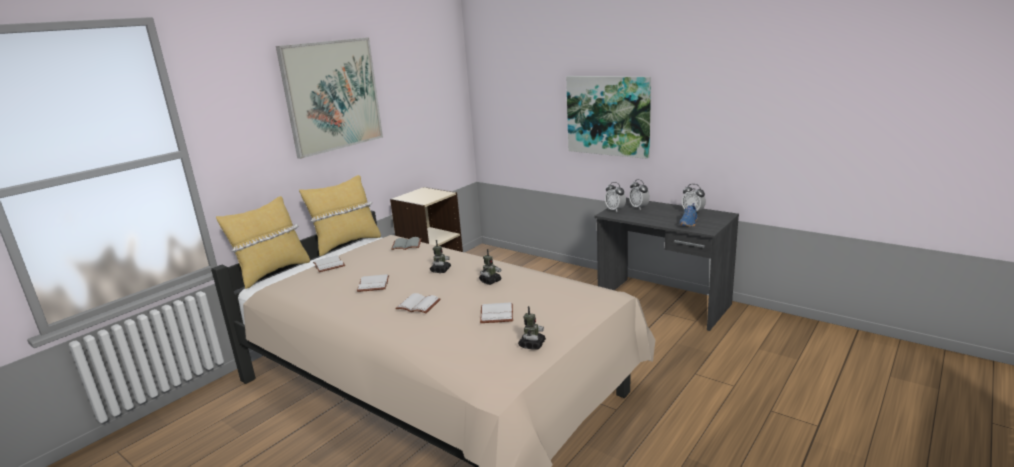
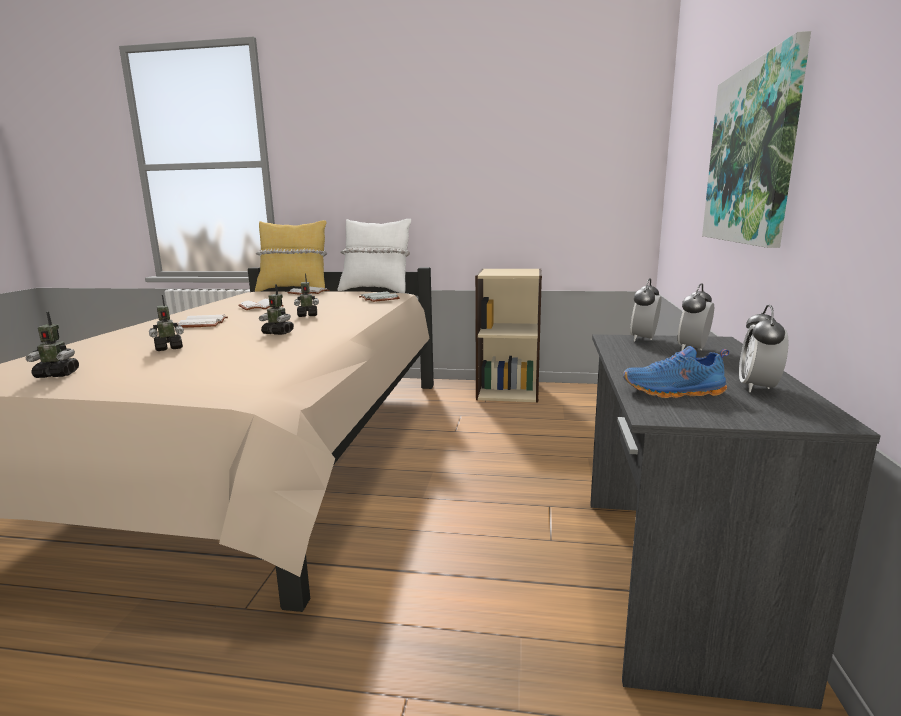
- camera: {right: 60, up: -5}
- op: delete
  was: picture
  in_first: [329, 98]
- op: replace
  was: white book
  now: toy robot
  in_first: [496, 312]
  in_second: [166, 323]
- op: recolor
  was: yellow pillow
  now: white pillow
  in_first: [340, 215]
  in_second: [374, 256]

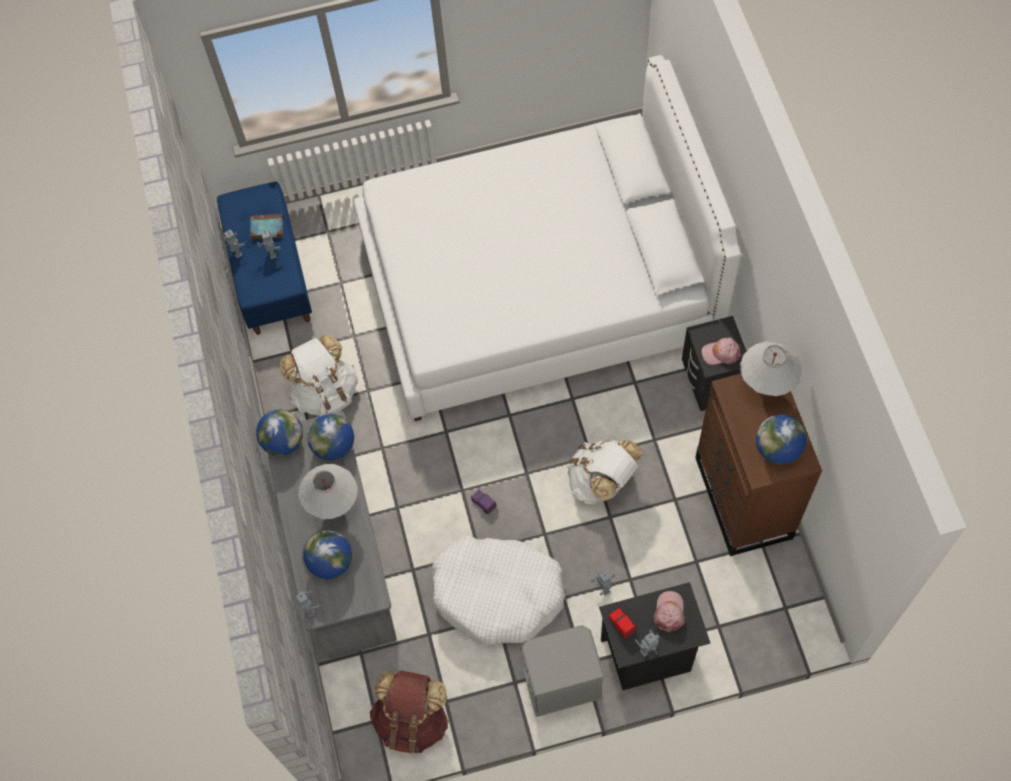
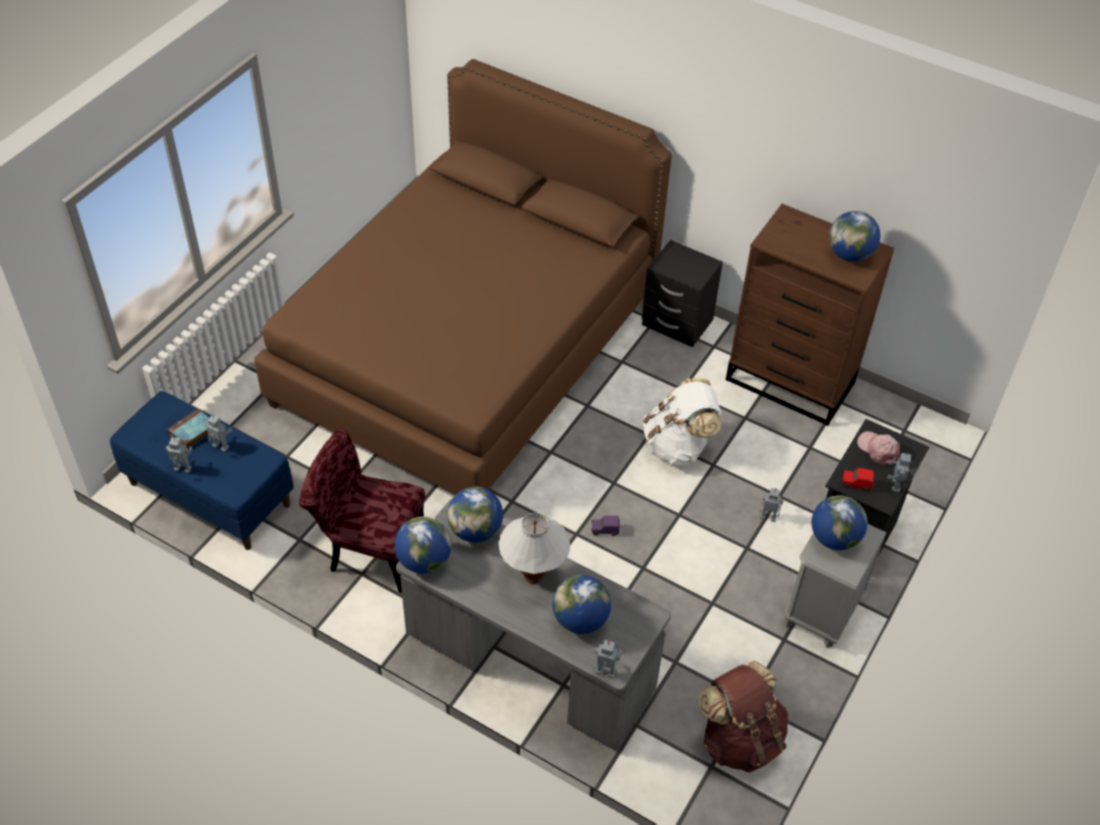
- camera: {right: -50, up: -15}
- op: delete
  was: white dog bed
  in_first: [498, 590]
- op: delete
  was: pink cap
  in_first: [721, 351]
- op: delete
  was: white table lamp
  in_first: [771, 369]
- op: insert
  now: globe
  in_second: [839, 522]
- op: replace
  was: white backpack
  now: red chair
  in_first: [319, 375]
  in_second: [362, 510]
- op: recolor
  was: white bed
  now: brown bed
  in_first: [547, 238]
  in_second: [463, 277]

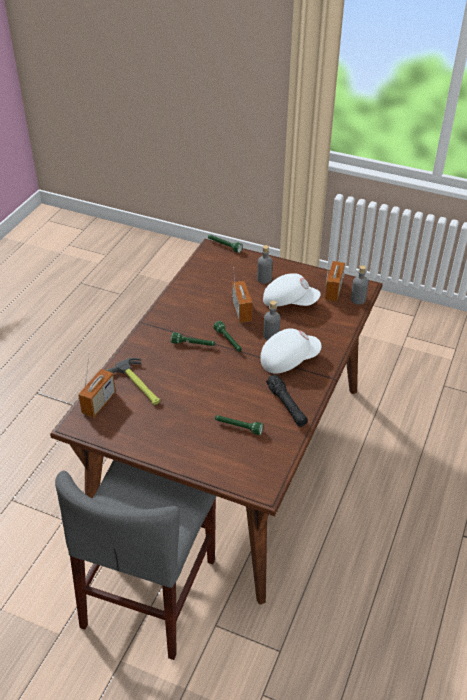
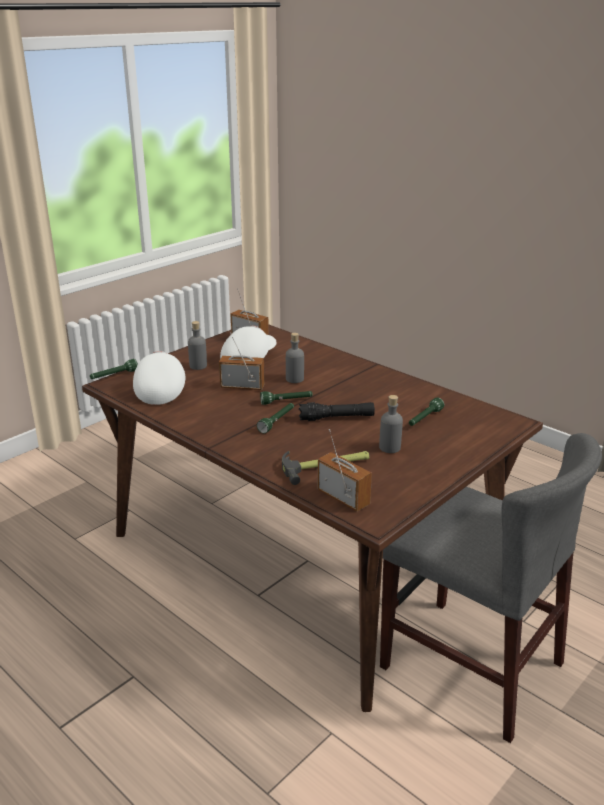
- camera: {right: -70, up: -15}
- op: move
  was: white cap
  in_first: [290, 351]
  in_second: [159, 378]
- op: move
  was: black flashlight
  in_first: [287, 400]
  in_second: [337, 411]
- op: move
  was: grey bottle
  in_first: [360, 285]
  in_second: [391, 424]

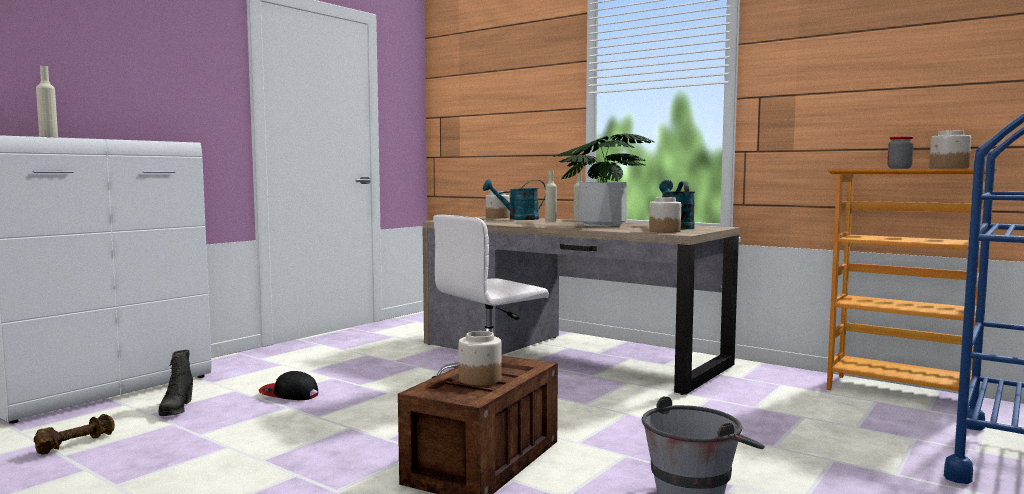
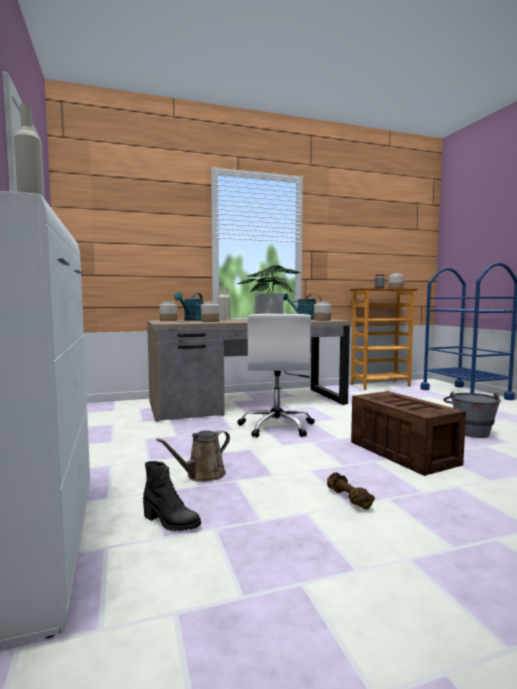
- camera: {right: -55, up: 0}
- op: move
  was: brown dumbbell
  in_first: [74, 434]
  in_second: [351, 491]
- op: move
  was: jar
  in_first: [480, 358]
  in_second: [210, 312]
- op: replace
  was: cap
  now: brown watering can
  in_first: [288, 385]
  in_second: [193, 456]

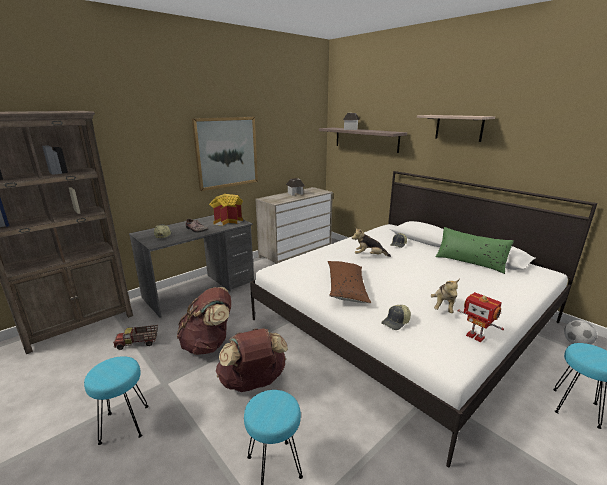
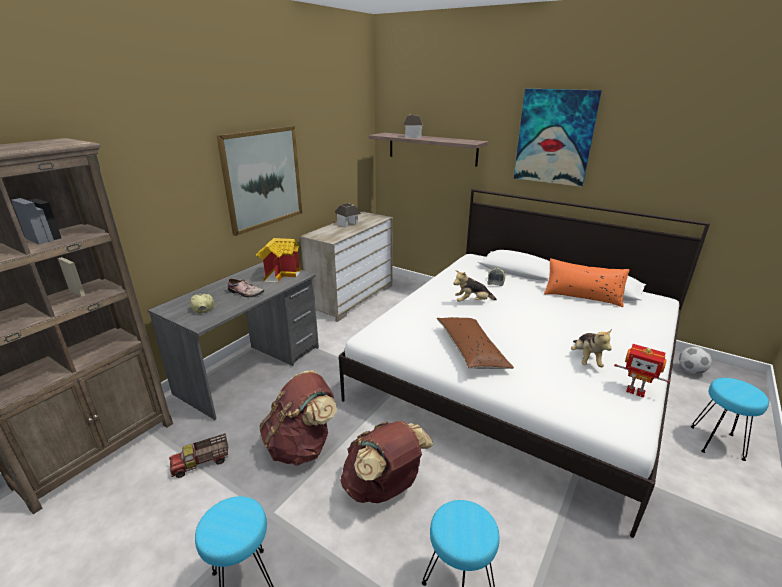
- camera: {right: -15, up: 5}
- op: delete
  was: cap
  in_first: [396, 317]
- op: replace
  was: shelf
  now: picture
  in_first: [456, 128]
  in_second: [558, 138]
- op: recolor
  was: green pillow
  now: orange pillow
  in_first: [475, 250]
  in_second: [587, 282]

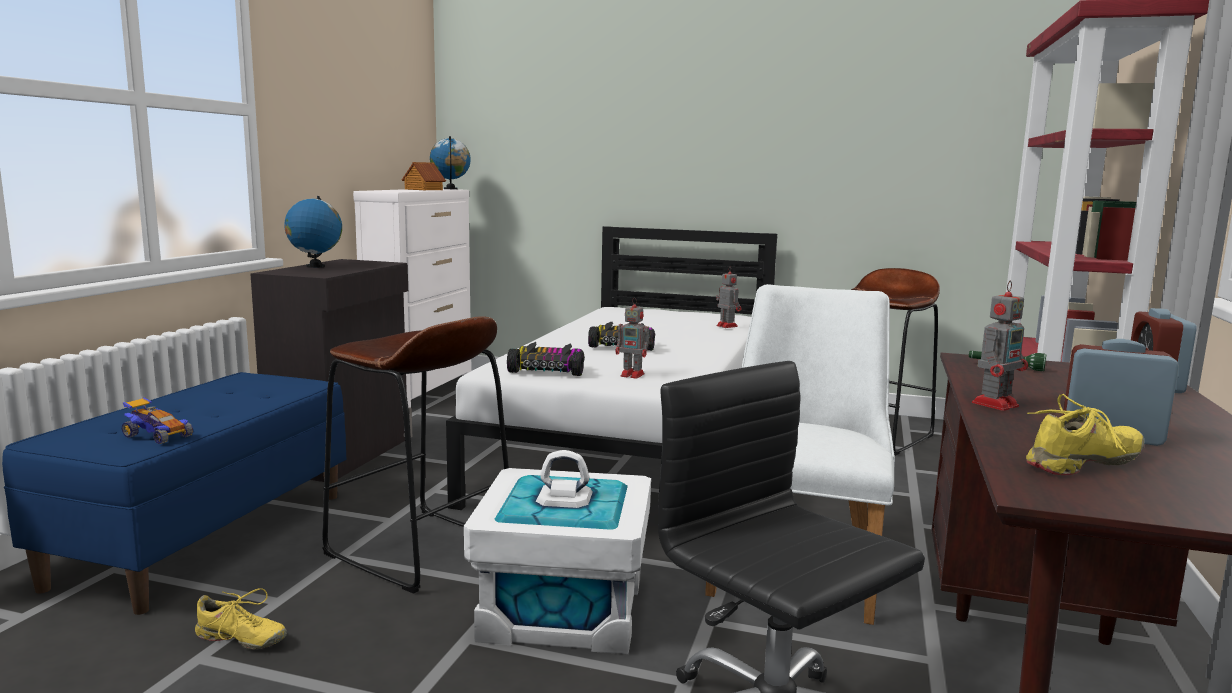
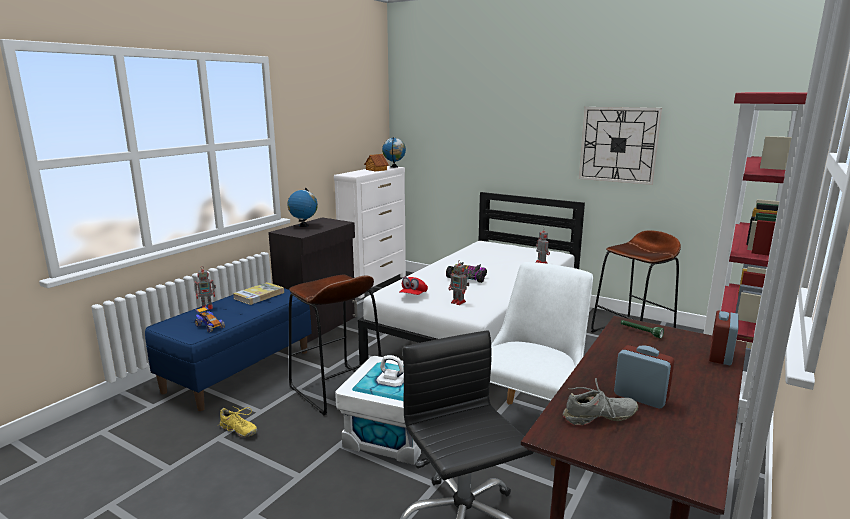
- camera: {right: 15, up: 5}
- op: insert
  now: book
  in_second: [258, 293]
- op: insert
  now: wall clock
  in_second: [620, 146]
- op: move
  was: toy robot
  in_first: [1000, 346]
  in_second: [205, 287]
- op: replace
  was: toy car
  now: red cap
  in_first: [546, 359]
  in_second: [413, 286]
- op: recolor
  was: yellow shoe
  now: grey shoe
  in_first: [1085, 435]
  in_second: [600, 401]

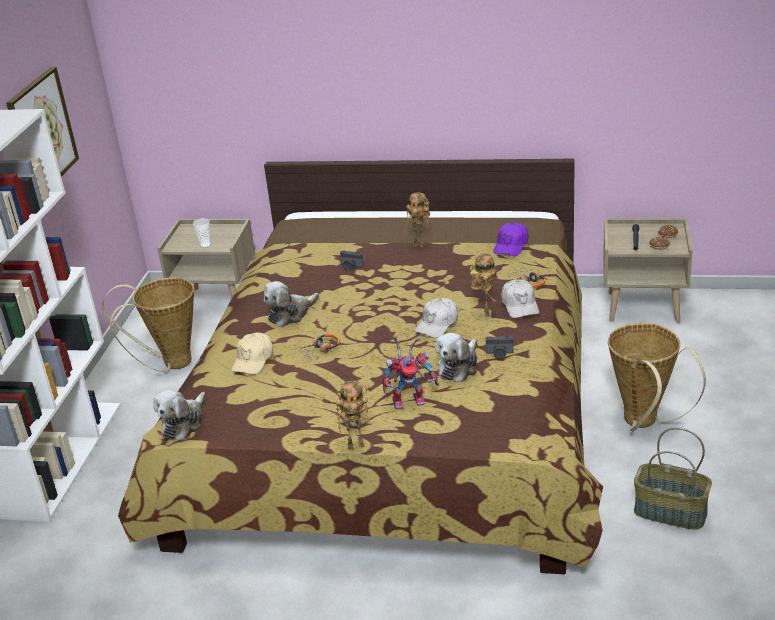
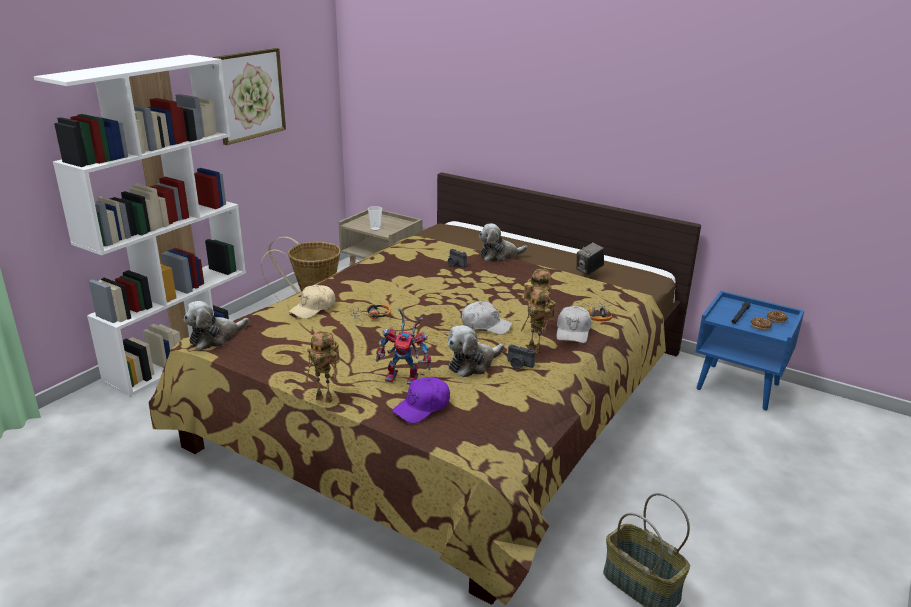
- camera: {right: 20, up: -5}
- op: delete
  was: basket
  in_first: [657, 377]
- op: insert
  now: photo camera
  in_second: [590, 258]
- op: move
  was: plush toy
  in_first: [291, 304]
  in_second: [503, 242]
- op: move
  was: toy robot
  in_first: [417, 220]
  in_second: [538, 321]
- op: move
  was: purple cap
  in_first: [510, 239]
  in_second: [421, 400]
- op: recolor
  was: beige nightstand
  now: blue nightstand
  in_first: [648, 270]
  in_second: [750, 350]
- op: rotate
  was: white cap
  in_first: [436, 318]
  in_second: [487, 318]
  clockwise: -135

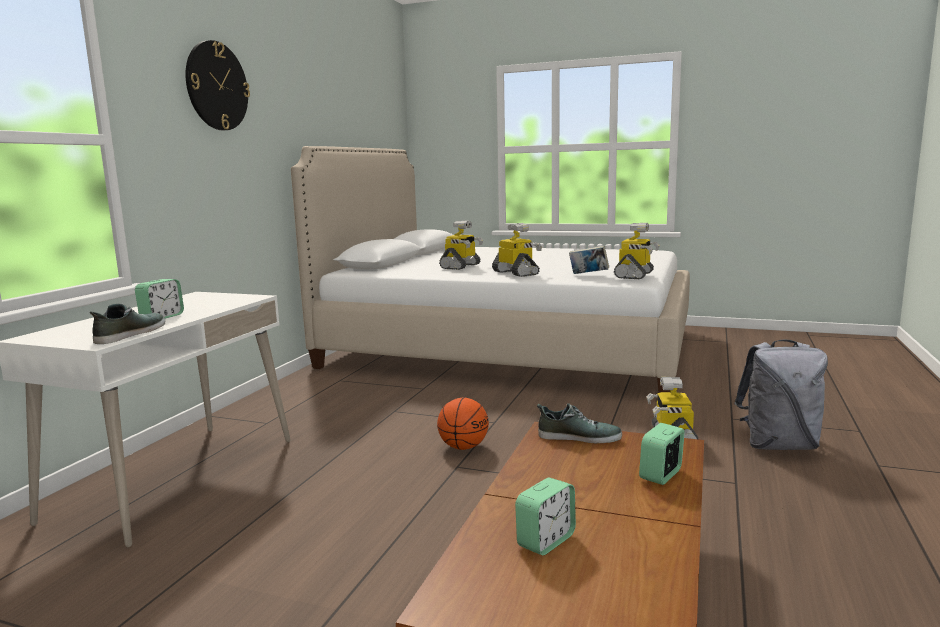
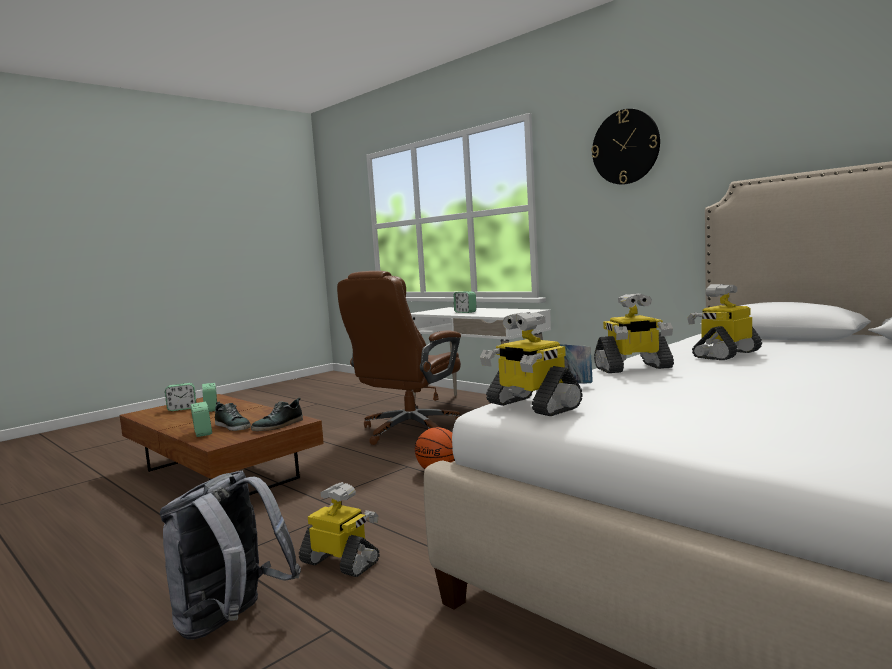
- camera: {right: 115, up: -5}
- op: insert
  now: alarm clock
  in_second: [180, 397]
- op: insert
  now: brown office chair
  in_second: [399, 358]
- op: move
  was: shoe
  in_first: [127, 323]
  in_second: [233, 416]
- op: rotate
  was: toy robot
  in_first: [461, 245]
  in_second: [724, 322]
  clockwise: 90

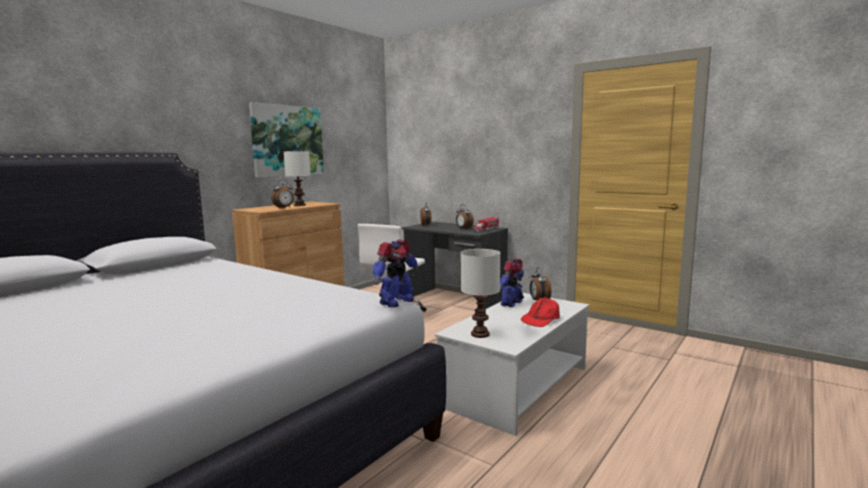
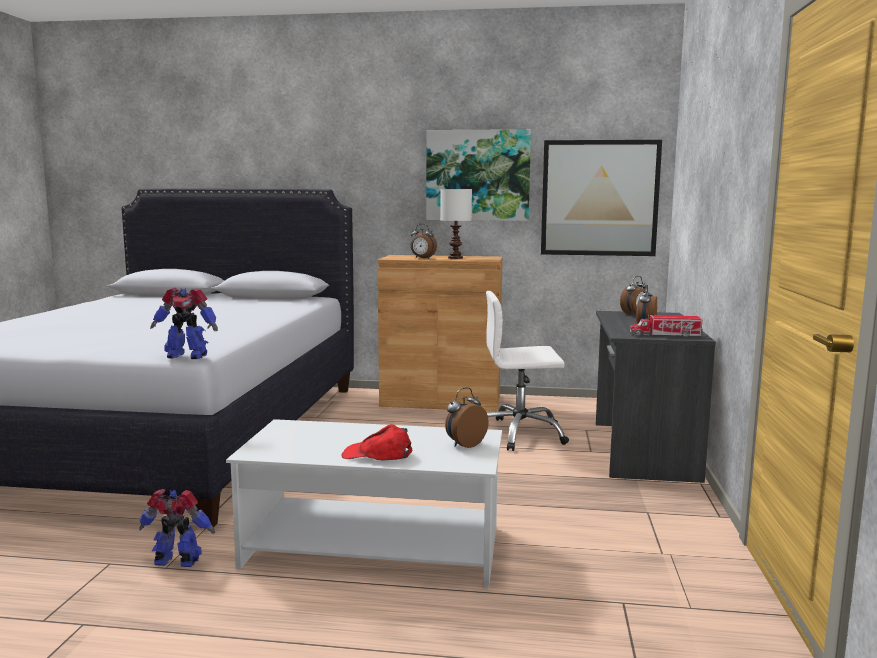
- camera: {right: 60, up: 0}
- op: delete
  was: white table lamp
  in_first: [480, 293]
- op: insert
  now: picture
  in_second: [601, 198]
- op: move
  was: toy robot
  in_first: [512, 283]
  in_second: [177, 528]

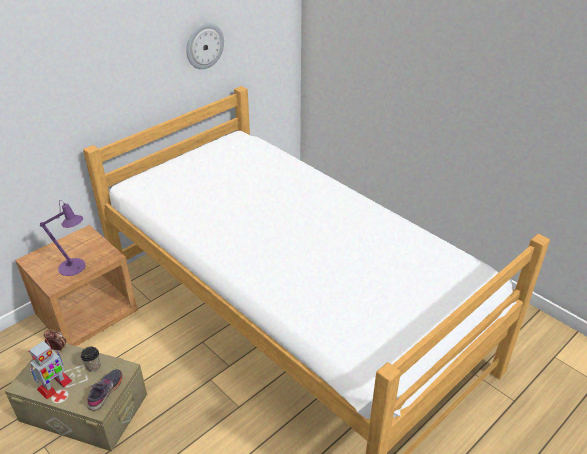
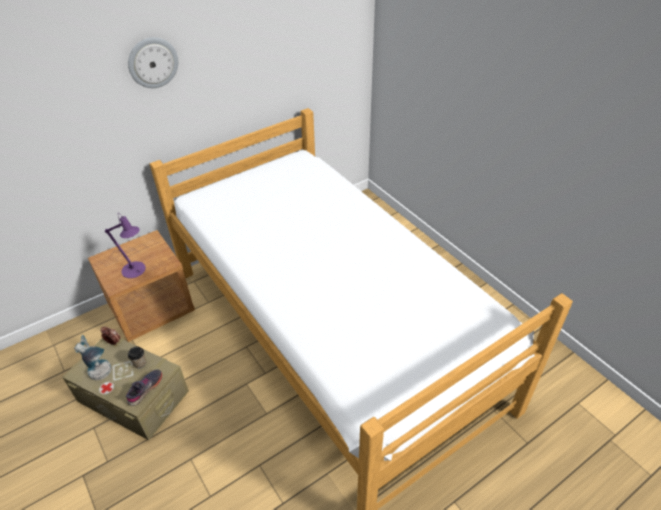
- camera: {right: 10, up: 5}
- op: move
  was: wall clock
  in_first: [205, 46]
  in_second: [153, 62]
- op: replace
  was: toy robot
  now: table lamp
  in_first: [50, 369]
  in_second: [93, 357]

